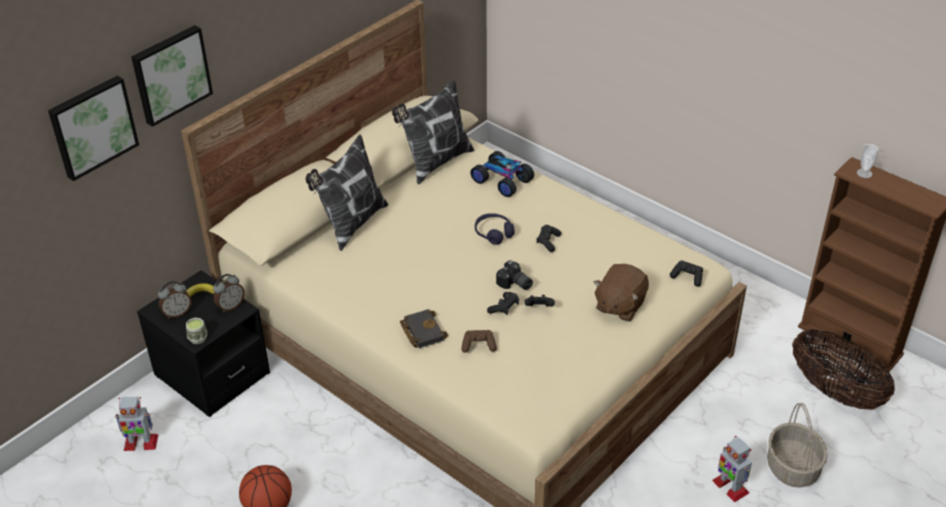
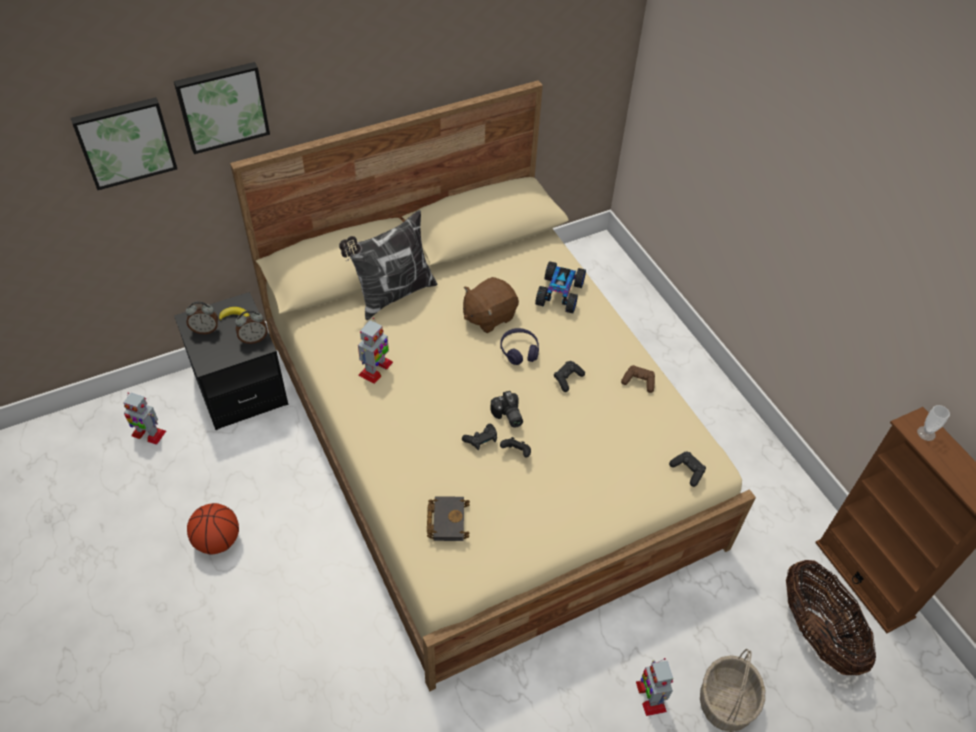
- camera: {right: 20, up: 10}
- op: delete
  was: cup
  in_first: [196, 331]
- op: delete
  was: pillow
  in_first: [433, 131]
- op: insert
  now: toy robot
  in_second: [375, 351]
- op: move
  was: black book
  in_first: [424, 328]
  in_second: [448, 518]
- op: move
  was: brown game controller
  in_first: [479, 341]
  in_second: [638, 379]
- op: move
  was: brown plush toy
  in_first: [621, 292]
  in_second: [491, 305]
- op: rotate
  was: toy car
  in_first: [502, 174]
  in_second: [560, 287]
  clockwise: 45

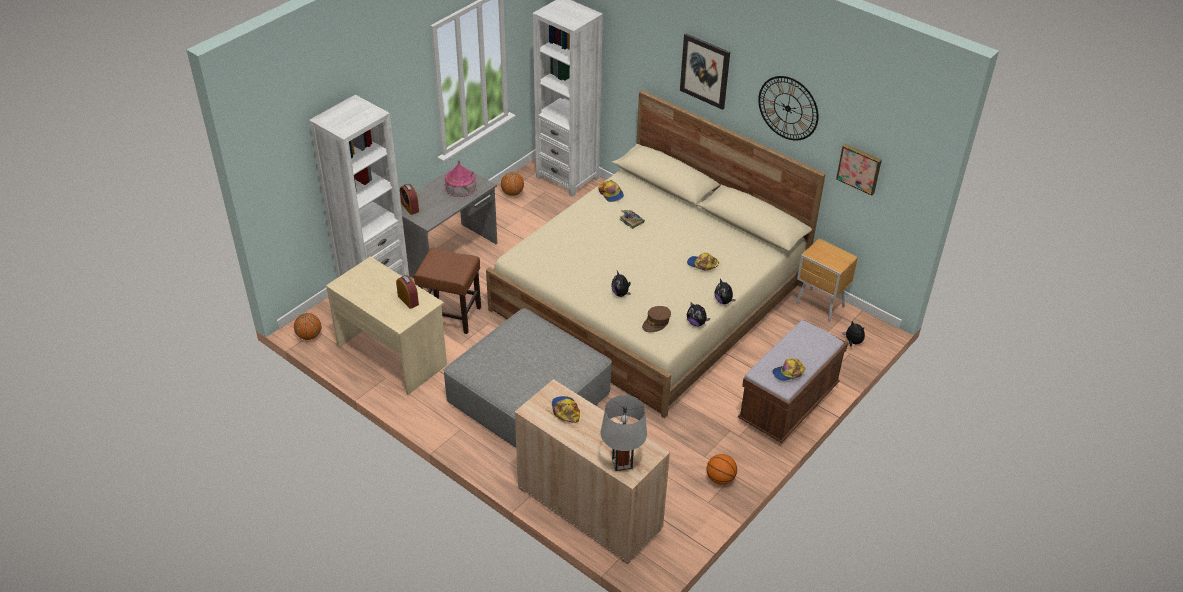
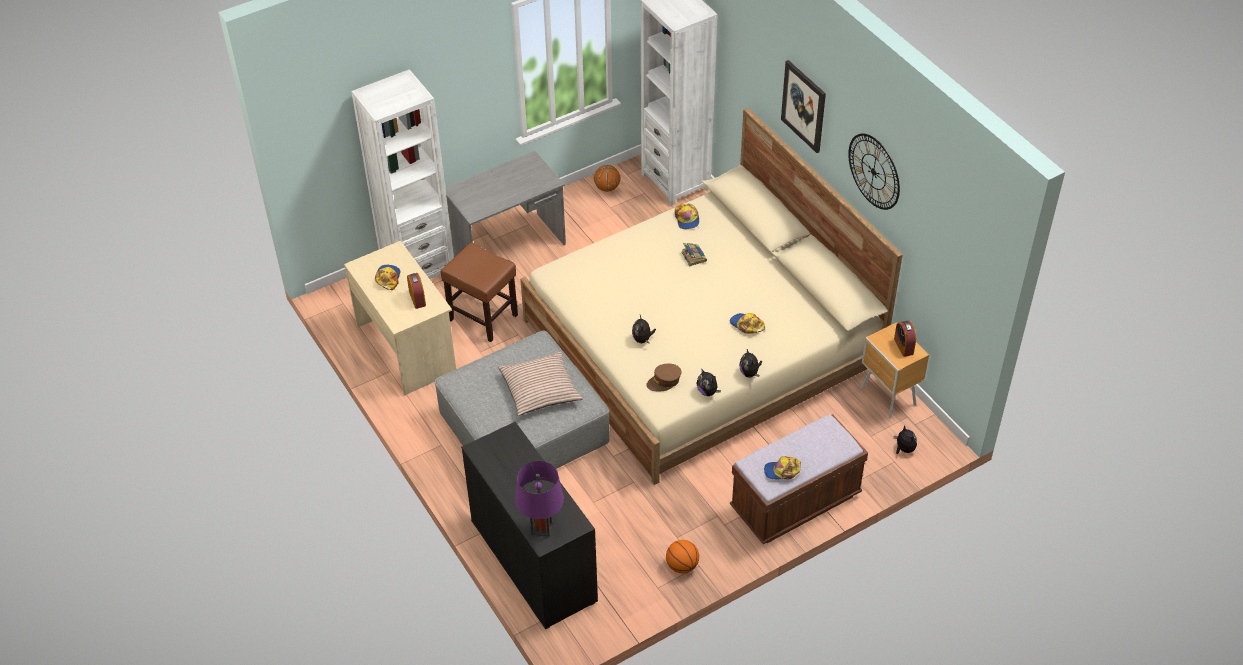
- camera: {right: 20, up: 5}
- op: delete
  was: basketball
  in_first: [307, 326]
- op: delete
  was: toy house
  in_first: [460, 178]
- op: delete
  was: picture
  in_first: [859, 170]
- op: insert
  now: pillow
  in_second: [540, 383]
- op: move
  was: alarm clock
  in_first: [409, 199]
  in_second: [905, 338]
- op: move
  was: cap
  in_first: [566, 409]
  in_second: [388, 277]
- op: recolor
  was: beige cabinet
  now: black cabinet
  in_first: [592, 471]
  in_second: [529, 525]
- op: recolor
  was: grey table lamp
  now: purple table lamp
  in_first: [623, 433]
  in_second: [539, 498]

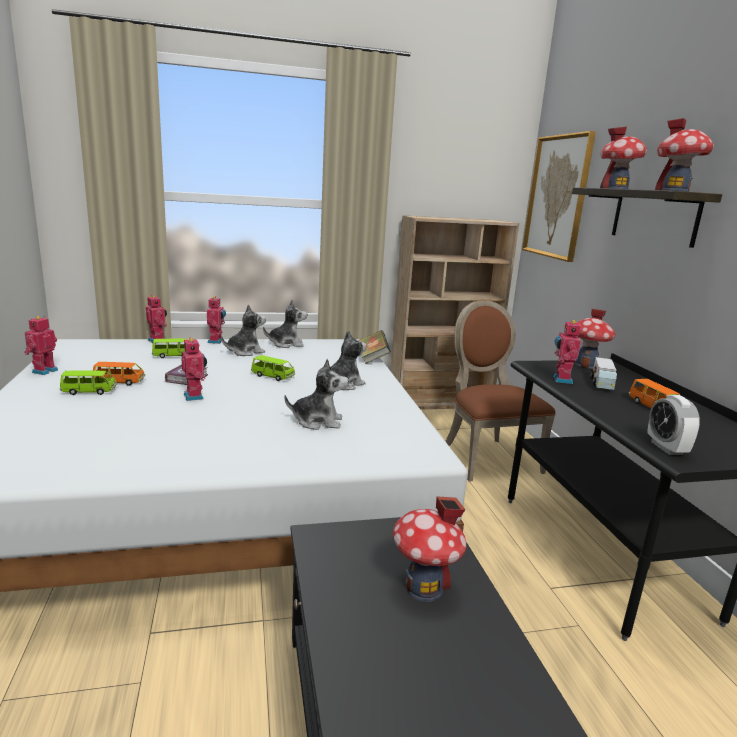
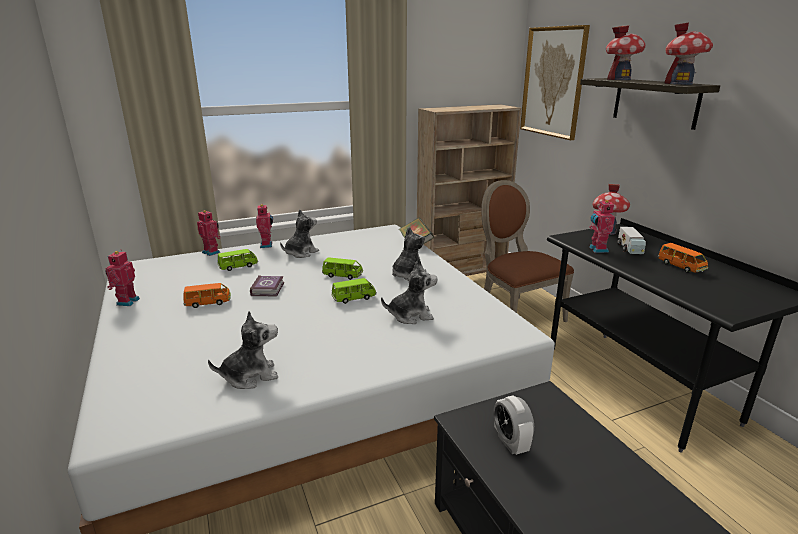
- camera: {right: -10, up: 5}
- op: delete
  was: toy robot
  in_first: [194, 369]
- op: delete
  was: toy house
  in_first: [430, 549]
- op: move
  was: green toy car
  in_first: [88, 383]
  in_second: [354, 291]
- op: move
  was: plush toy
  in_first: [285, 324]
  in_second: [243, 350]
- op: move
  was: alarm clock
  in_first: [673, 425]
  in_second: [513, 425]

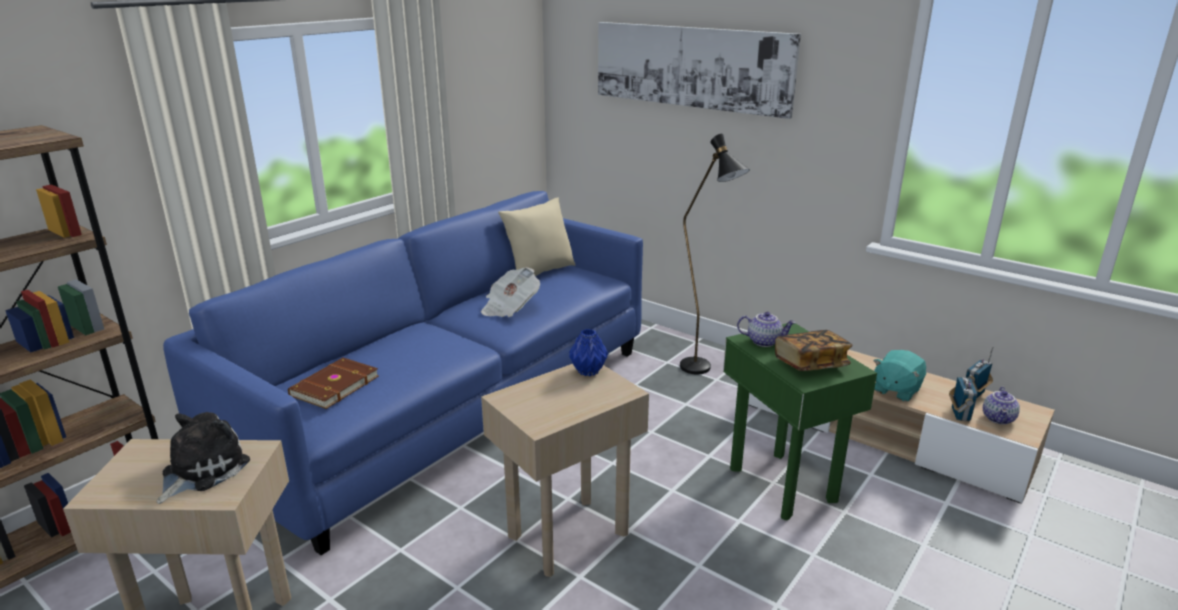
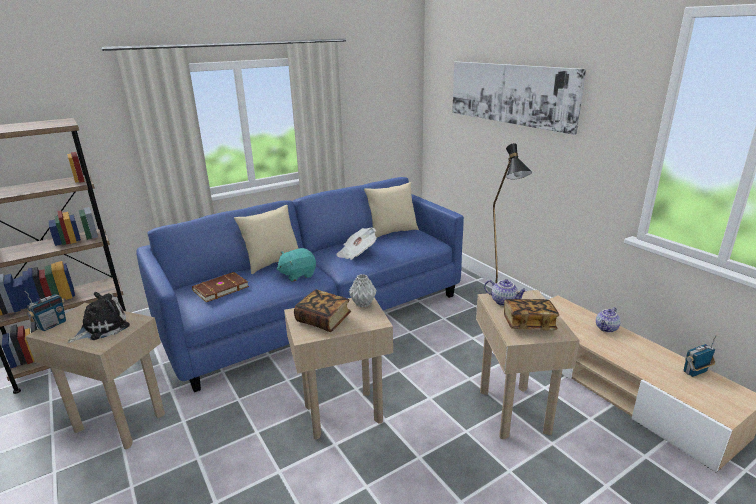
- camera: {right: 20, up: 0}
- op: insert
  now: beige pillow
  in_second: [266, 239]
- op: insert
  now: book
  in_second: [322, 310]
- op: move
  was: turquoise plush toy
  in_first: [899, 376]
  in_second: [296, 265]
- op: move
  was: radio
  in_first: [963, 397]
  in_second: [45, 311]
- op: move
  was: teapot
  in_first: [1001, 405]
  in_second: [608, 320]
- op: recolor
  was: blue vase
  now: grey vase
  in_first: [588, 352]
  in_second: [363, 290]
- op: recolor
  was: green side table
  now: beige side table
  in_first: [800, 421]
  in_second: [528, 364]

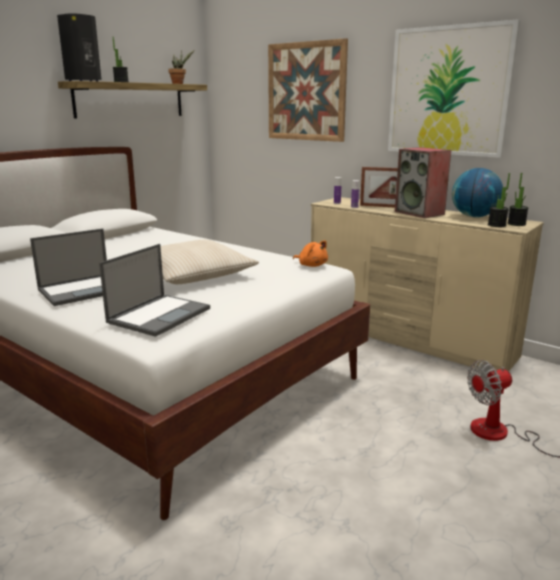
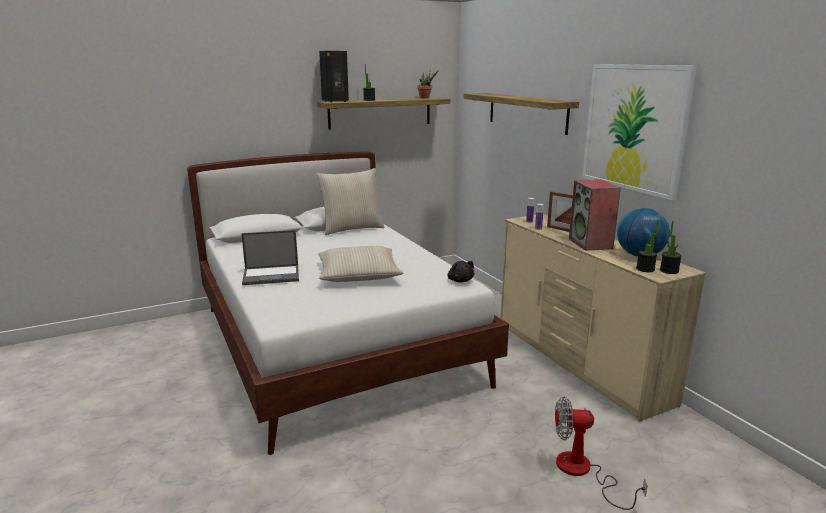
- camera: {right: 25, up: 0}
- op: delete
  was: laptop
  in_first: [154, 290]
- op: insert
  now: beige pillow
  in_second: [350, 201]
- op: replace
  was: picture
  now: shelf
  in_first: [308, 90]
  in_second: [521, 114]
- op: recolor
  was: orange plush toy
  now: black plush toy
  in_first: [310, 253]
  in_second: [461, 272]

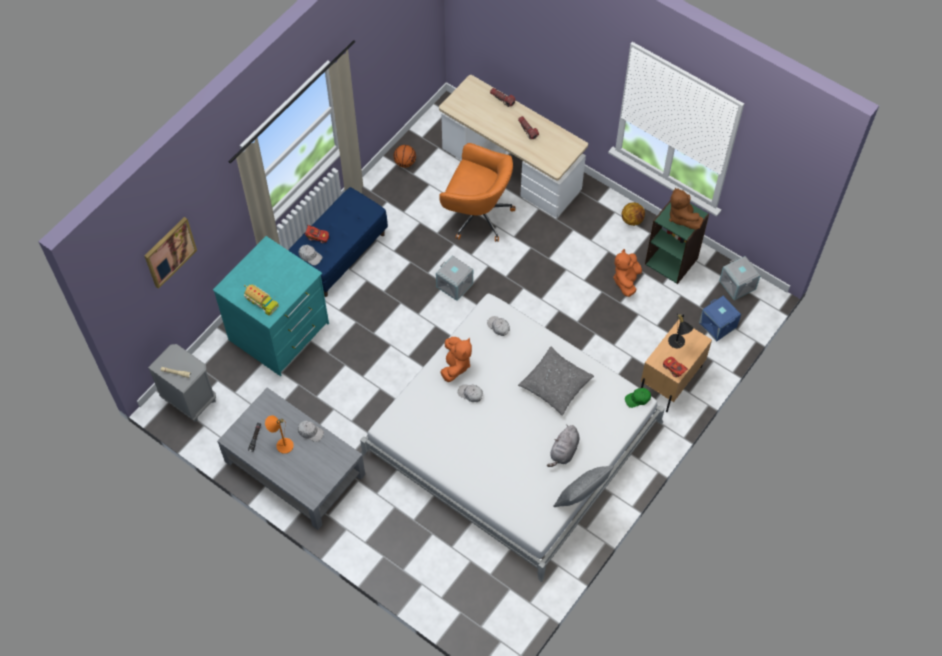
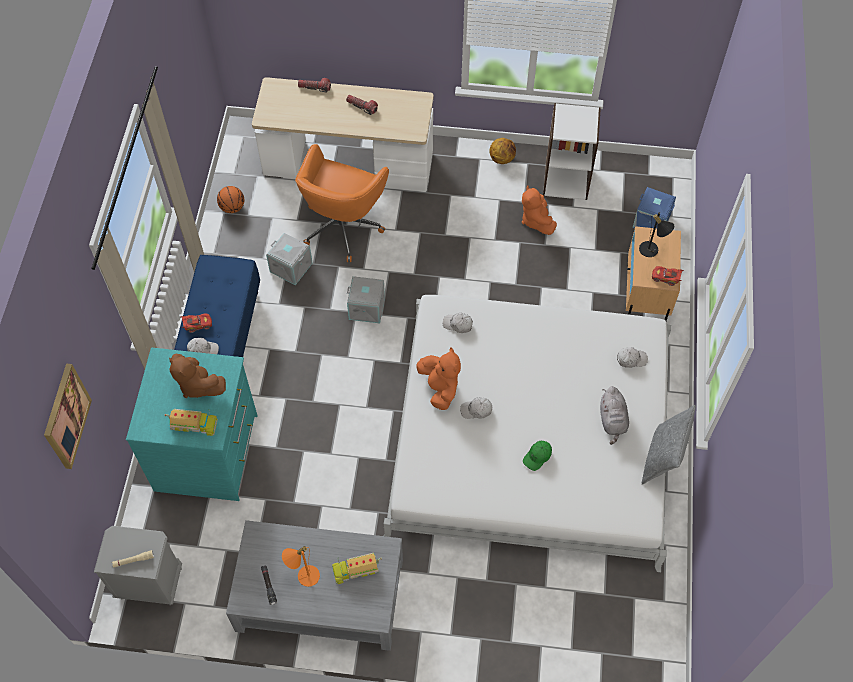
- camera: {right: -30, up: 0}
- op: delete
  was: grey pillow
  in_first: [556, 381]
- op: insert
  now: toy truck
  in_second: [357, 568]
- op: move
  was: white cap
  in_first: [311, 431]
  in_second: [632, 357]
- op: move
  was: green cap
  in_first: [638, 398]
  in_second: [537, 456]
- op: move
  was: brown plush toy
  in_first: [686, 208]
  in_second: [197, 375]
- op: move
  was: grey storage box
  in_first: [740, 278]
  in_second: [289, 259]
- op: recolor
  was: green bookcase
  now: white bookcase
  in_first: [677, 242]
  in_second: [572, 151]
- op: rotate
  was: orange office chair
  in_first: [477, 192]
  in_second: [342, 203]
  clockwise: 120

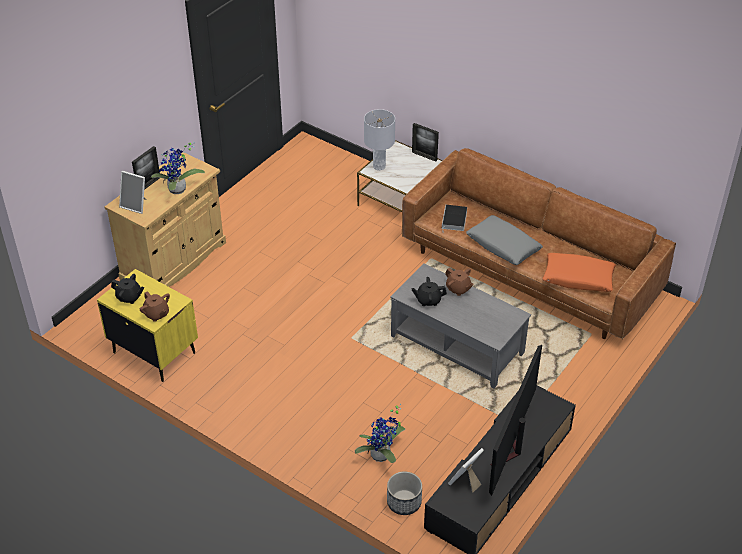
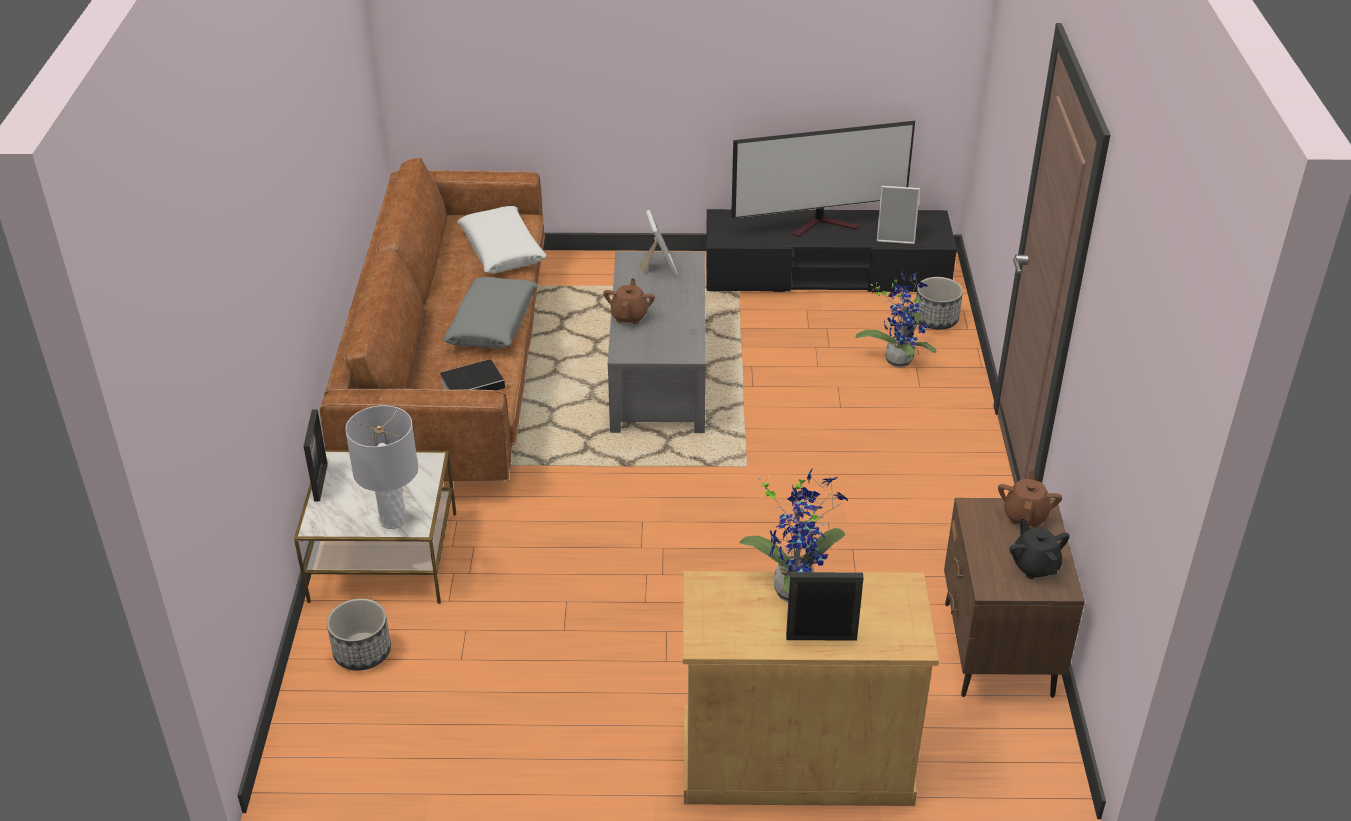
- camera: {right: -125, up: -5}
- op: delete
  was: black teapot
  in_first: [429, 291]
- op: insert
  now: planter
  in_second: [359, 634]
- op: move
  was: picture frame
  in_first: [133, 192]
  in_second: [659, 243]
- op: recolor
  was: yellow nightstand
  now: brown nightstand
  in_first: [147, 325]
  in_second: [1014, 598]
- op: recolor
  was: orange pillow
  now: white pillow
  in_first: [579, 272]
  in_second: [501, 239]

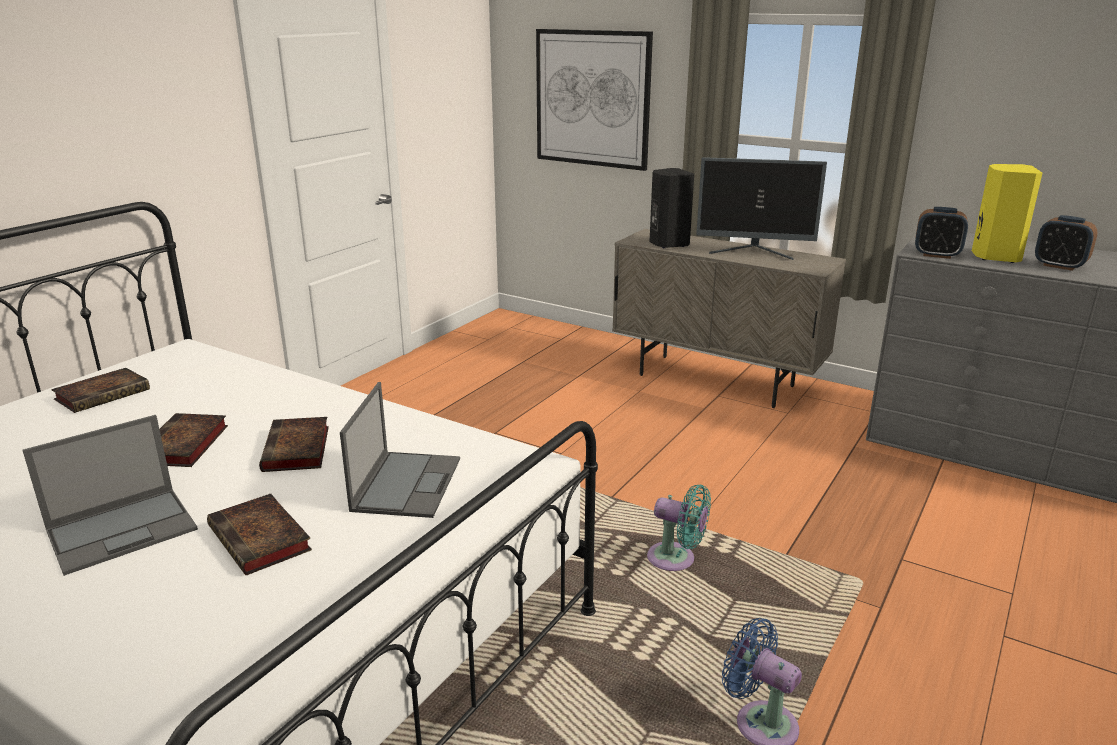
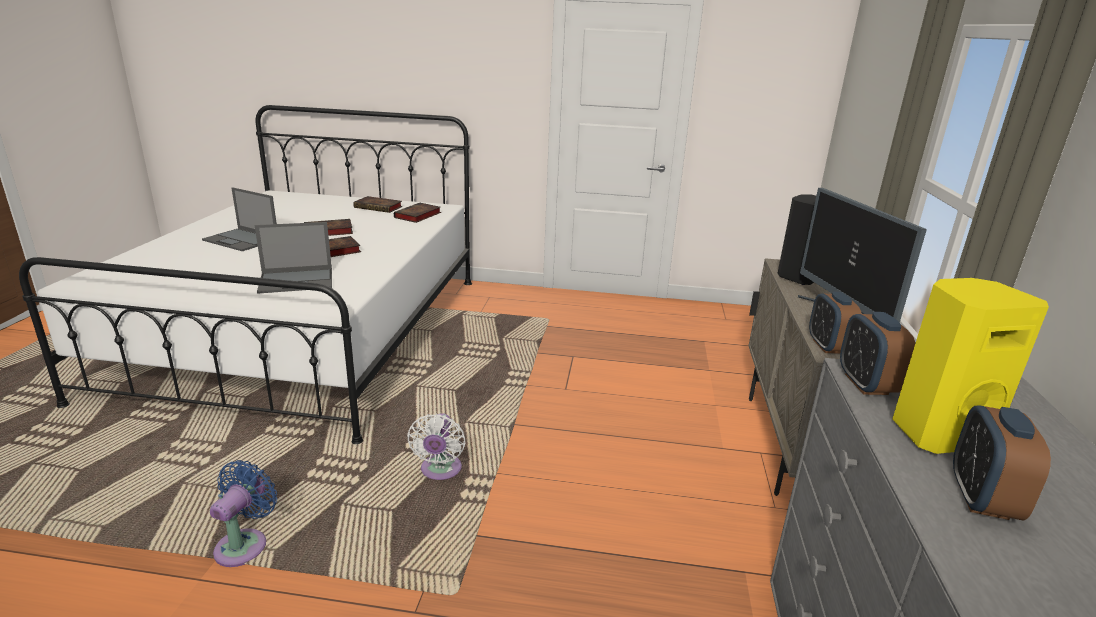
- camera: {right: 65, up: 0}
- op: delete
  was: picture
  in_first: [594, 100]
- op: insert
  now: alarm clock
  in_second: [835, 322]
- op: move
  was: book
  in_first: [259, 534]
  in_second: [417, 213]
- op: recolor
  was: turquoise fan
  now: white fan
  in_first: [679, 528]
  in_second: [436, 446]

